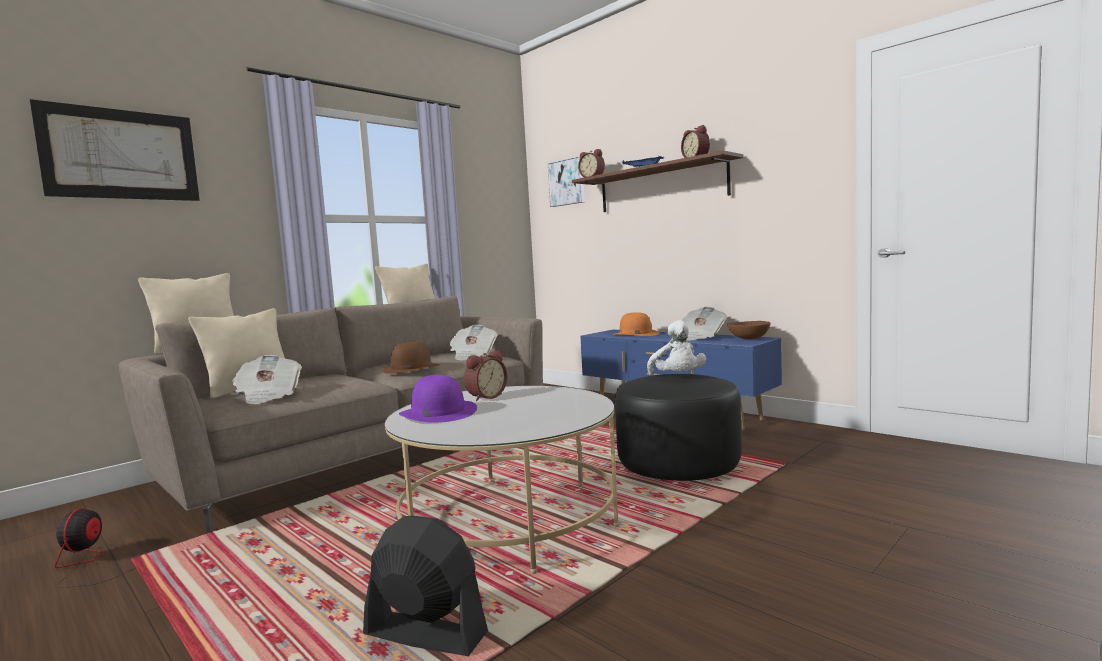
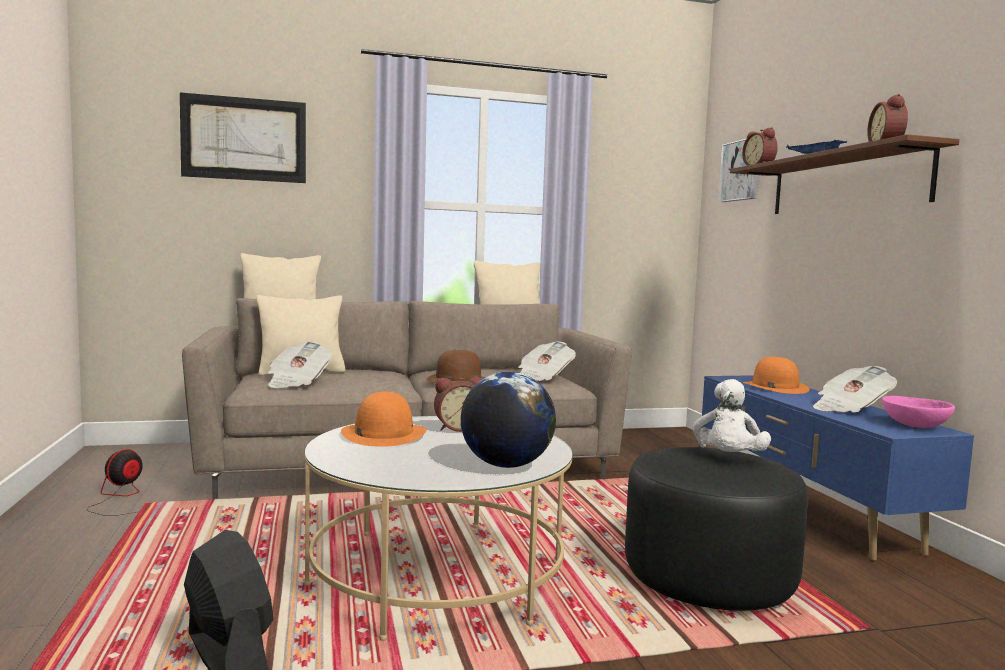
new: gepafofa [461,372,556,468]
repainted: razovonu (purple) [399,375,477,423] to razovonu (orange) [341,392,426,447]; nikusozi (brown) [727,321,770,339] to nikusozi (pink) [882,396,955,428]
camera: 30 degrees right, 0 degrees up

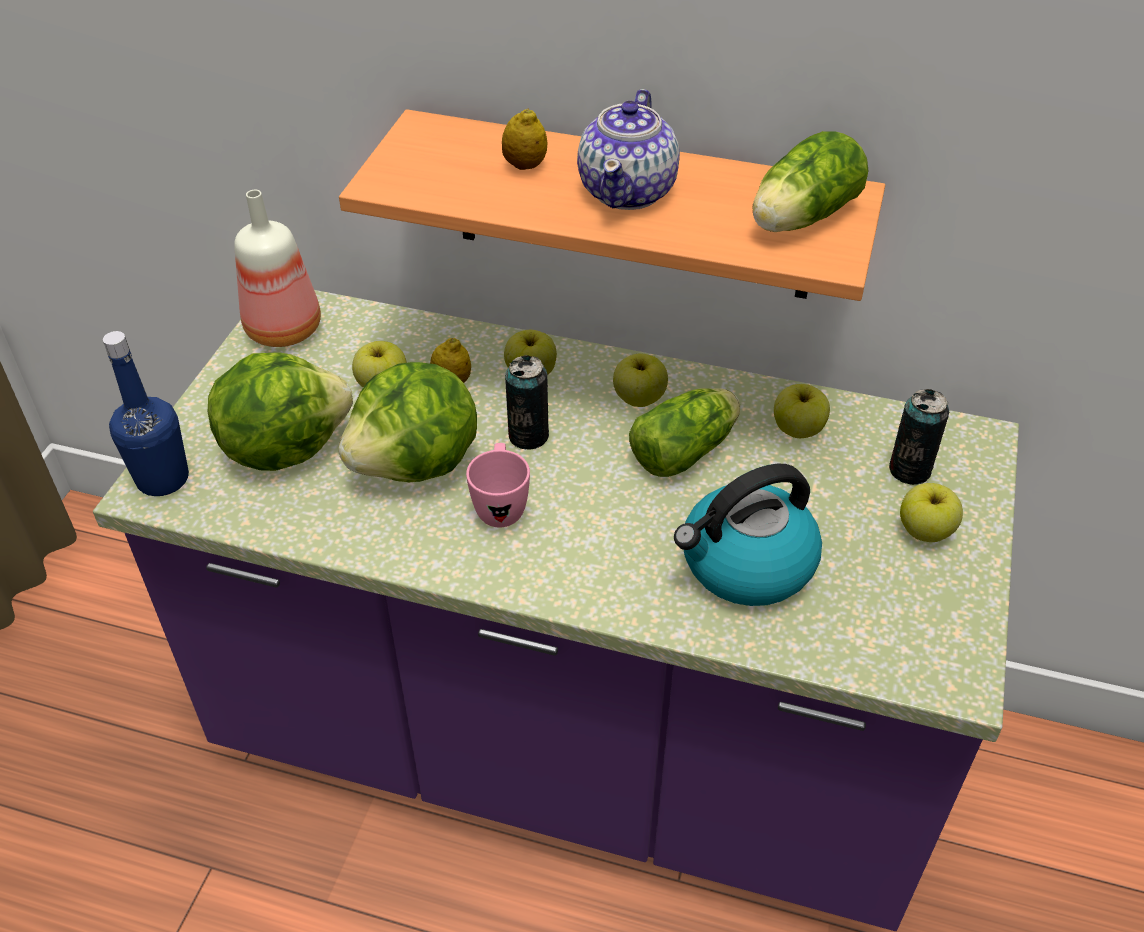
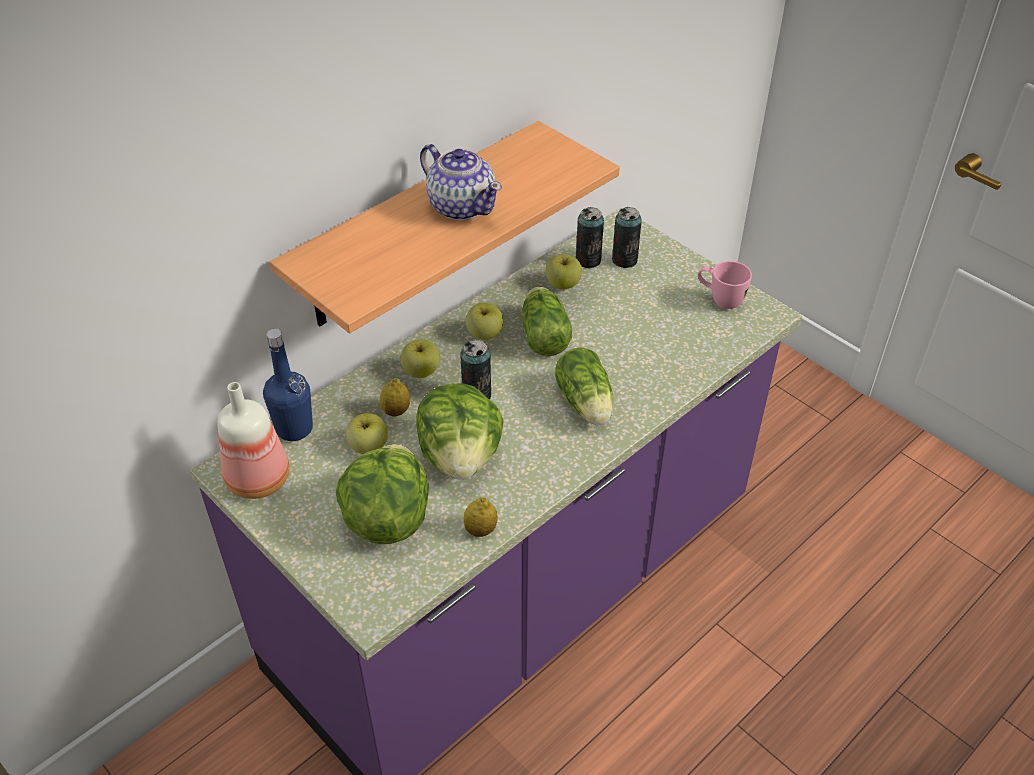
gone: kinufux [674,464,822,606]; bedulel [900,483,963,542]
new: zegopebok [576,207,604,268]
shifted: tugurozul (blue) [103,331,189,496] to [263,329,313,441]; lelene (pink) [466,443,530,527] to [698,261,752,309]; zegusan [502,108,547,170] to [463,497,498,537]; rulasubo [753,131,868,232] to [555,347,613,425]
camera: 60 degrees left, 0 degrees up

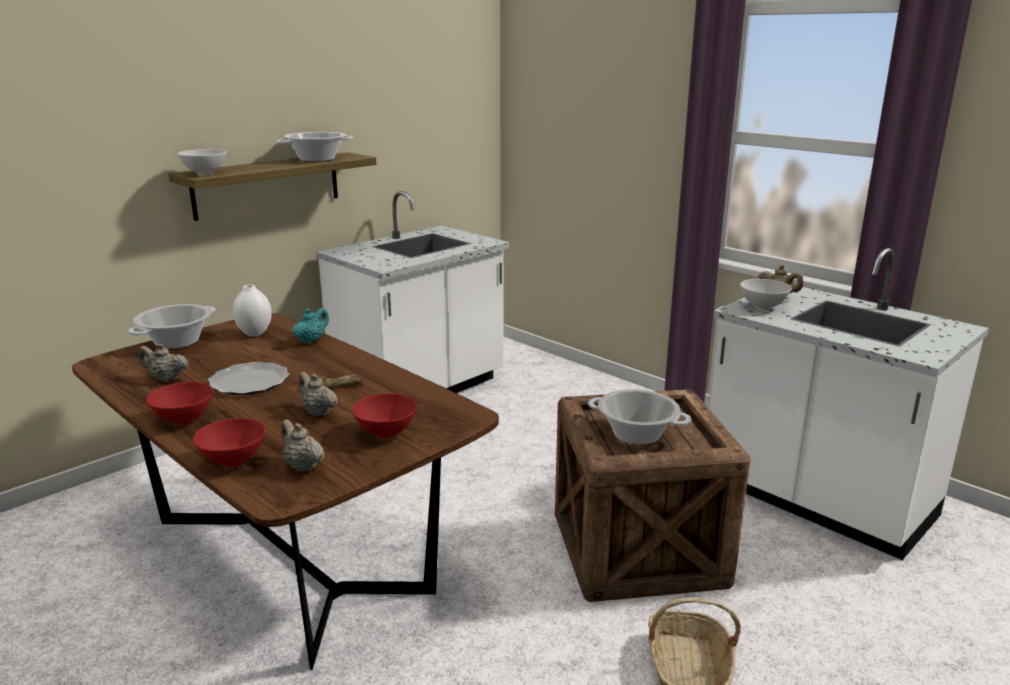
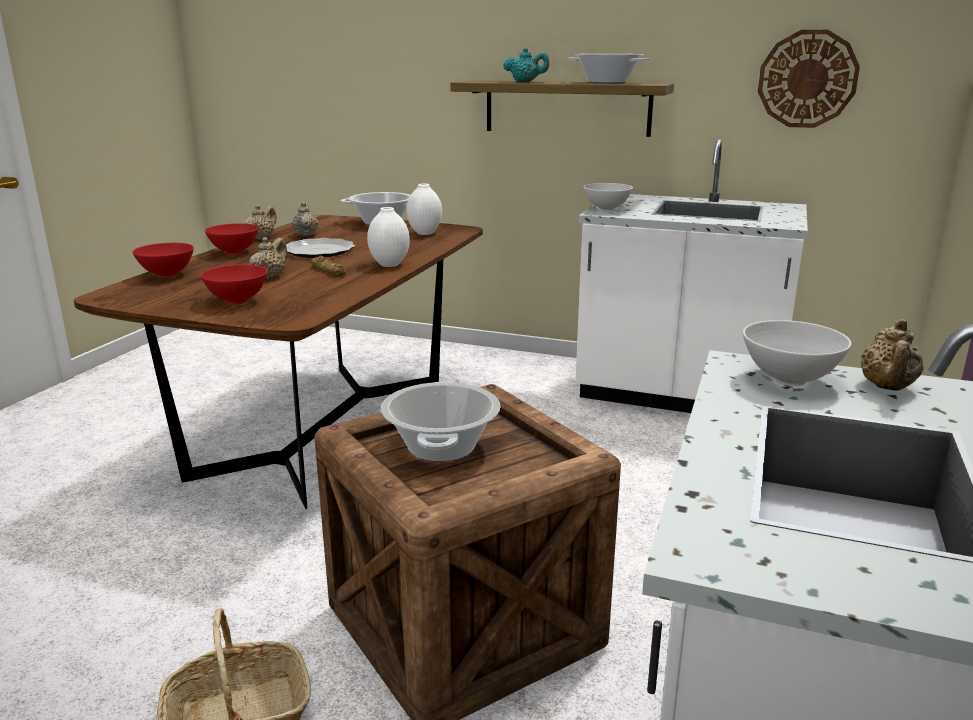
new: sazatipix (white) [367,207,410,267]; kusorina [758,30,860,128]
shifted: nikusozi (white) [177,149,226,175] to [583,183,633,211]; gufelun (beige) [281,420,324,472] to [244,204,277,240]; gufelun (turquoise) [292,308,329,344] to [503,48,549,82]
camera: 65 degrees right, 0 degrees up

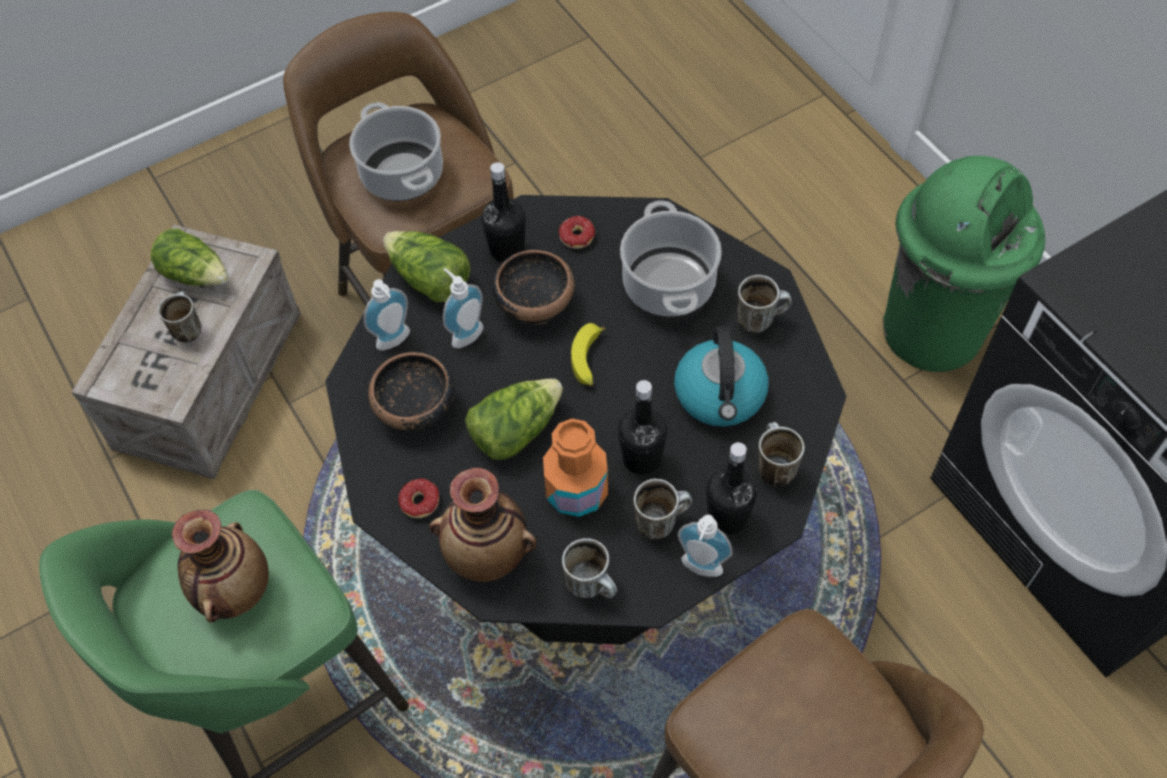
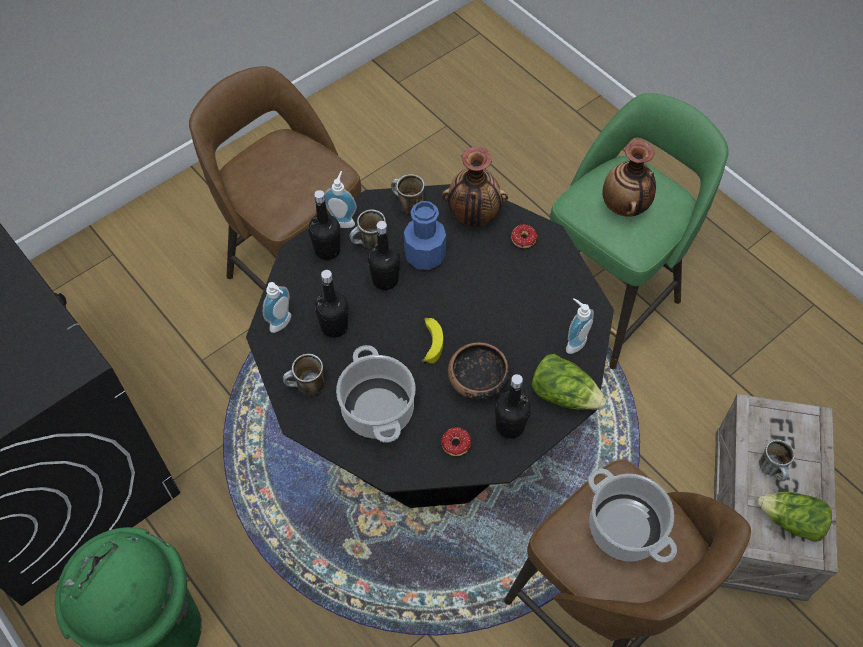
gone: nikusozi [368,352,455,430]; rulasubo [465,379,563,460]; lelene [758,422,805,486]
shifted: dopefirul [443,268,483,348] to [263,282,291,333]
swapped: kinufux [674,326,769,427] to tugurozul (black) [315,270,348,338]
repainted: tugurozul (orange) [543,419,608,517] to tugurozul (blue) [404,201,446,270]
camera: 170 degrees right, 0 degrees up

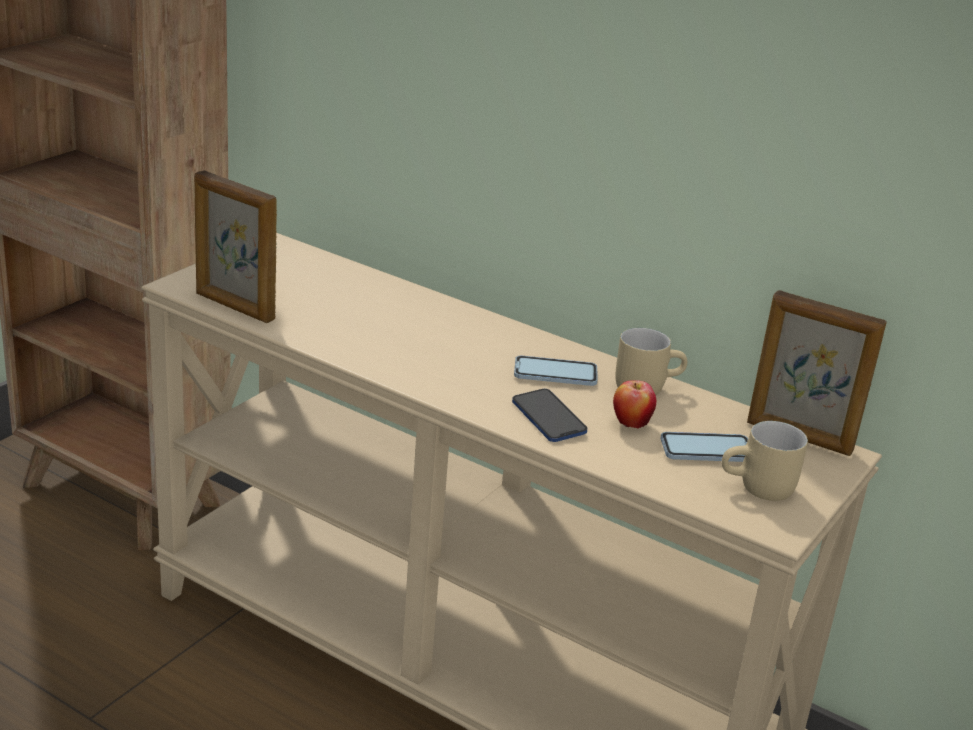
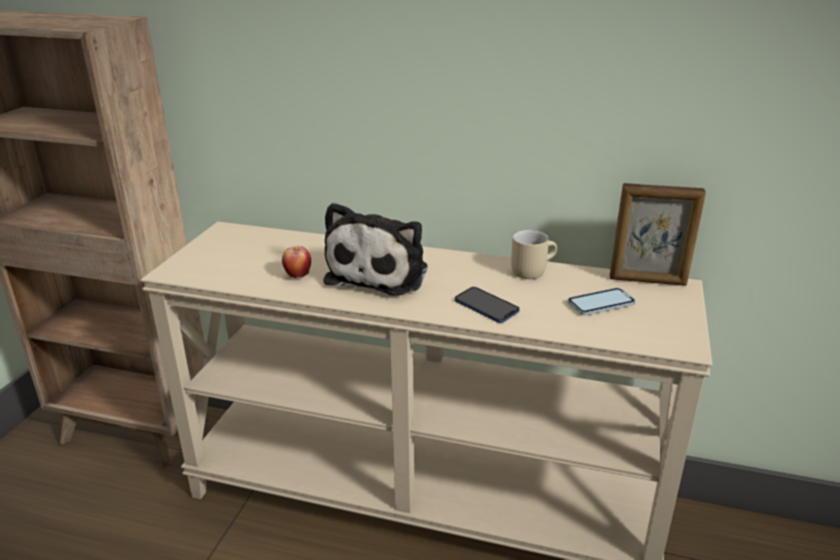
gone: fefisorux [194,170,277,323]; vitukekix [514,356,598,386]; lelene (beige) [722,421,808,501]
new: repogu [323,203,427,296]
shifted: bedulel [613,380,656,429] to [282,246,311,278]
camera: 15 degrees left, 0 degrees up

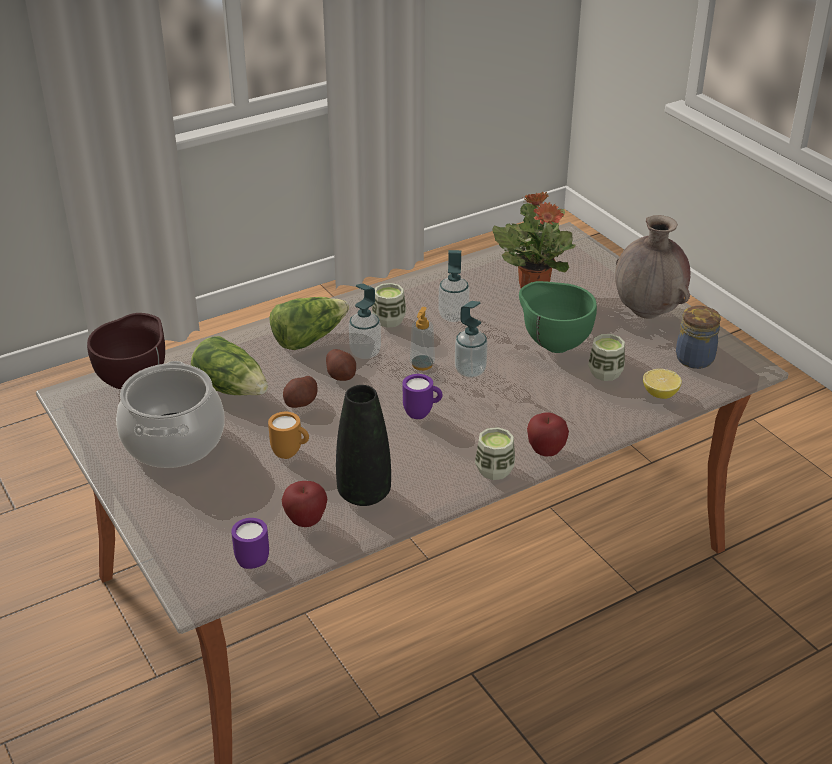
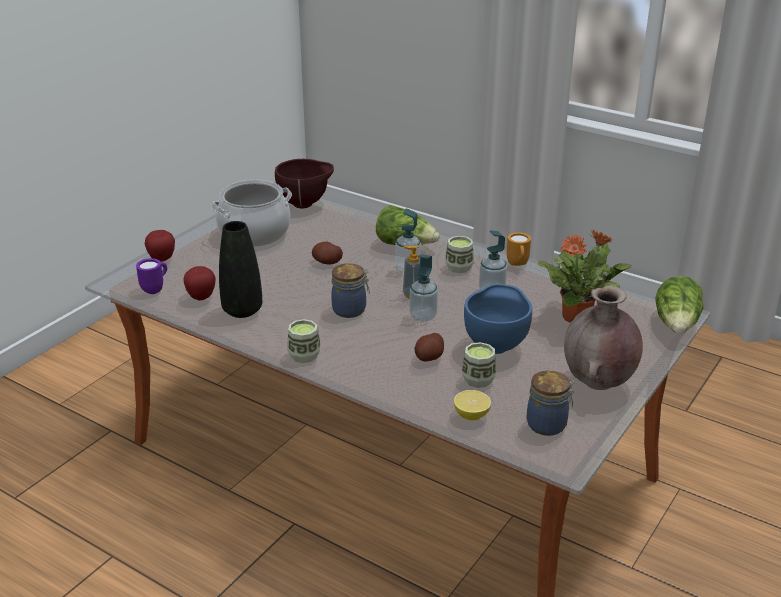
shifted: rulasubo [191,336,268,395] to [655,276,703,333]; lelene (orange) [268,412,309,459] to [507,232,531,266]; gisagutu [326,349,356,381] to [415,333,444,361]; bedulel [527,412,569,456] to [145,230,175,262]
swapped: lelene (purple) [403,374,443,419] to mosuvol [331,263,370,318]
repainted: nikusozi (green) [519,281,597,353] to nikusozi (blue) [464,284,532,354]
camera: 65 degrees right, 5 degrees down

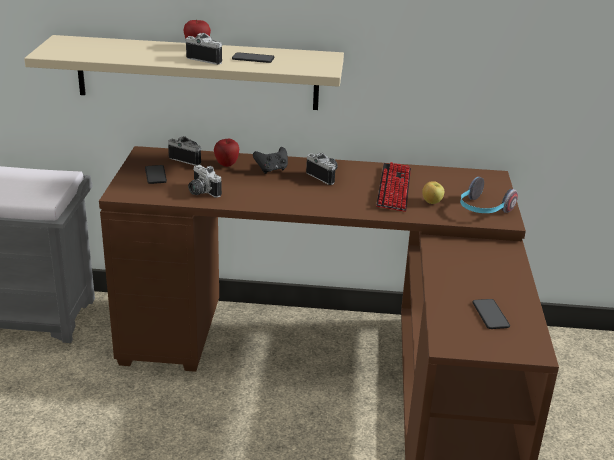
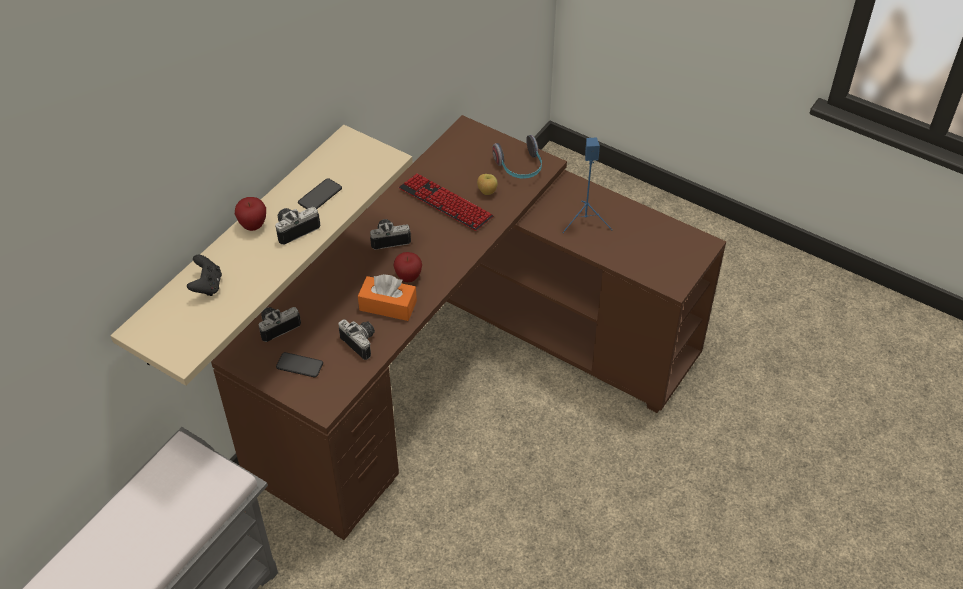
gone: vitukekix [472,299,510,329]
new: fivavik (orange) [358,274,417,321]; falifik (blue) [562,138,612,233]
shifted: bedulel [214,139,239,167] to [394,252,422,282]; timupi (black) [253,147,288,174] to [187,255,222,296]
rotated: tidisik [188,165,222,198] = [339,320,375,360] 120 degrees counterclockwise
camera: 60 degrees left, 20 degrees up

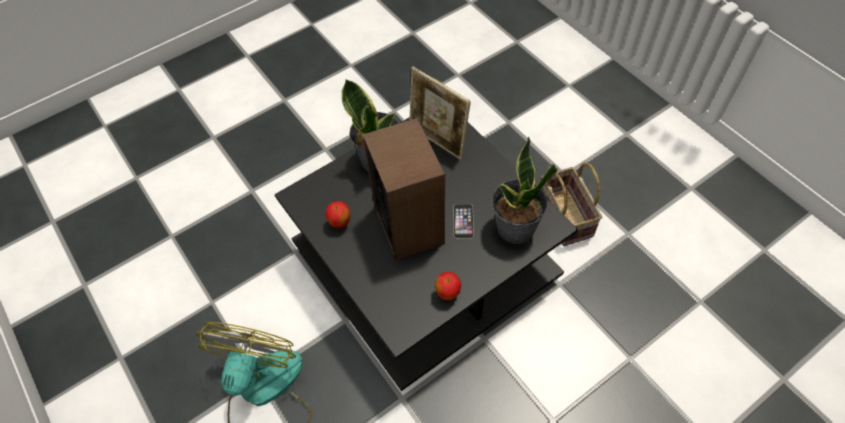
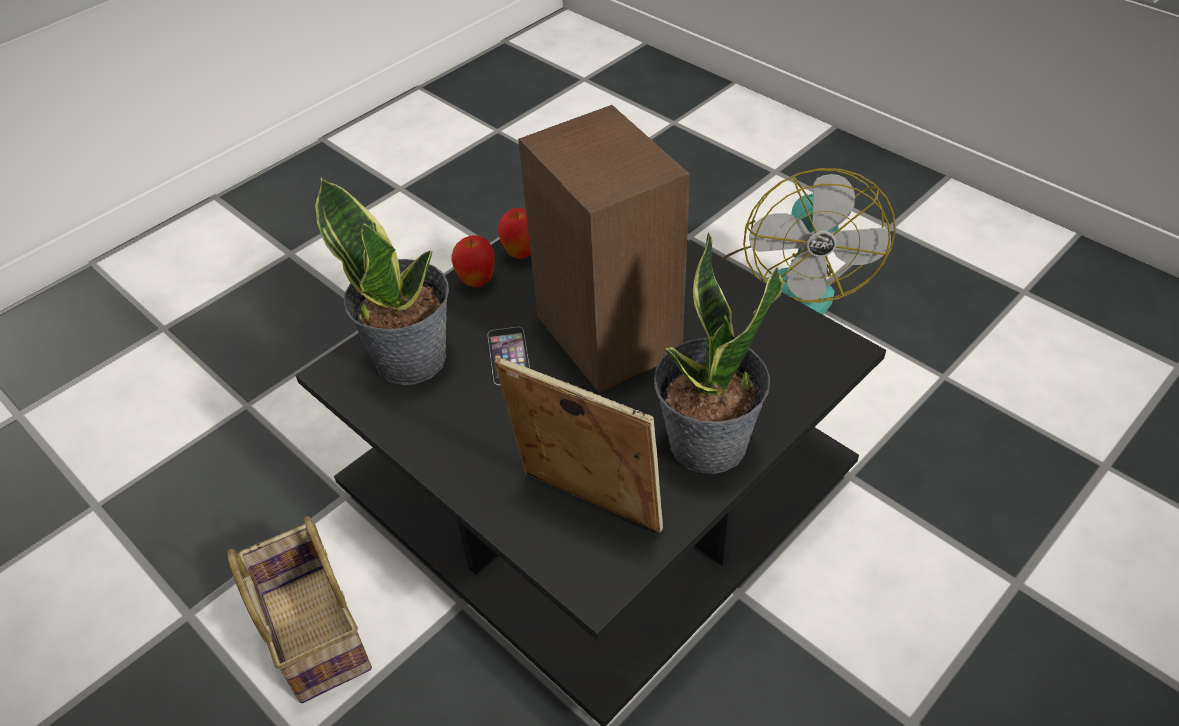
shifted: bedulel [325,201,350,228] to [451,235,495,287]
camera: 170 degrees right, 10 degrees down

